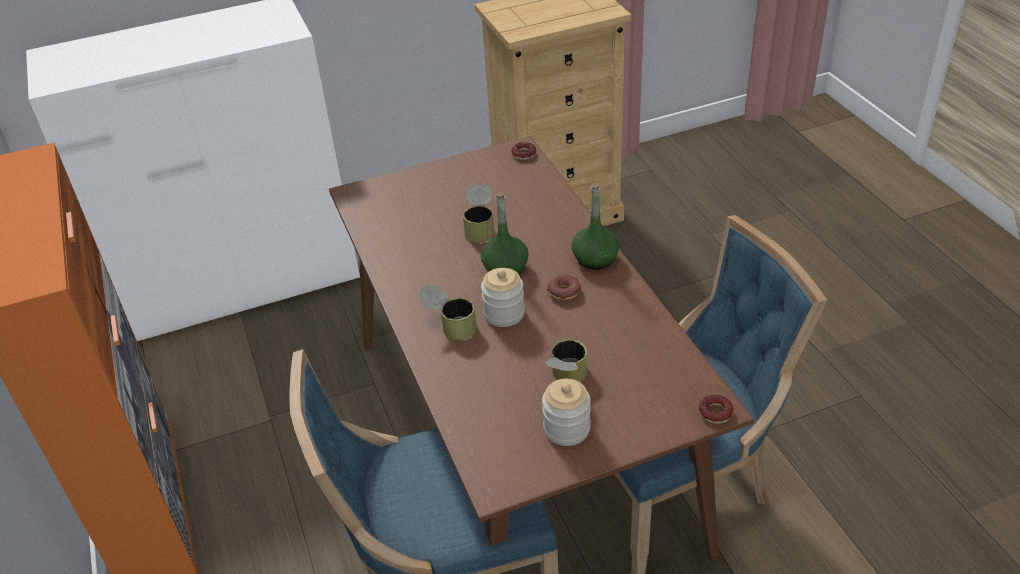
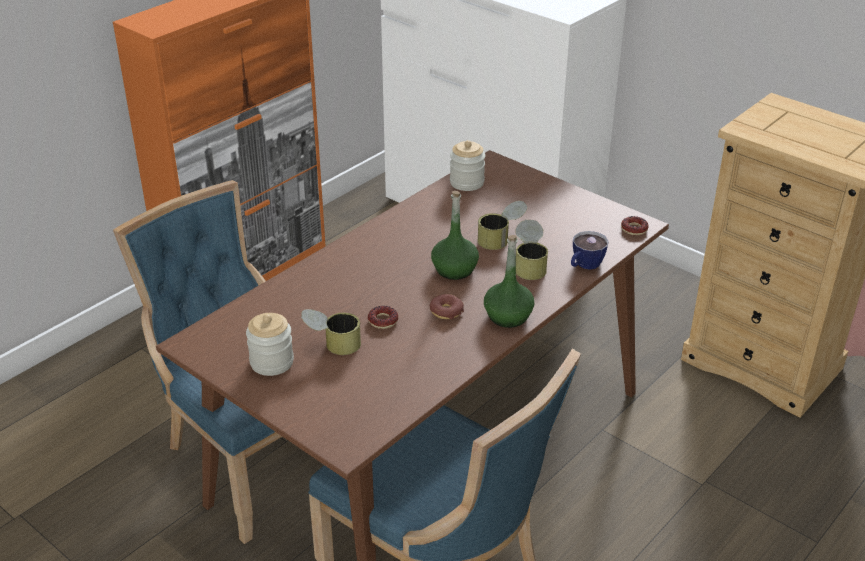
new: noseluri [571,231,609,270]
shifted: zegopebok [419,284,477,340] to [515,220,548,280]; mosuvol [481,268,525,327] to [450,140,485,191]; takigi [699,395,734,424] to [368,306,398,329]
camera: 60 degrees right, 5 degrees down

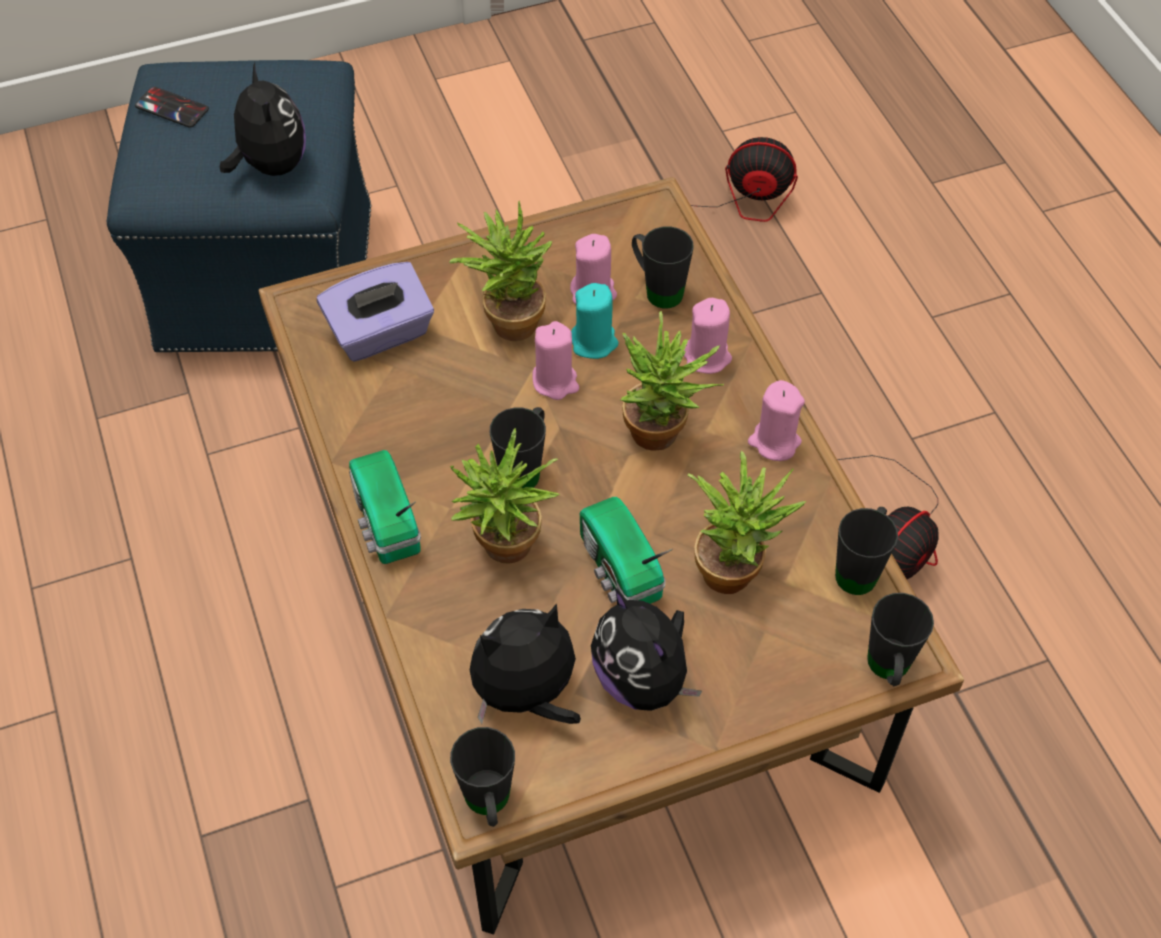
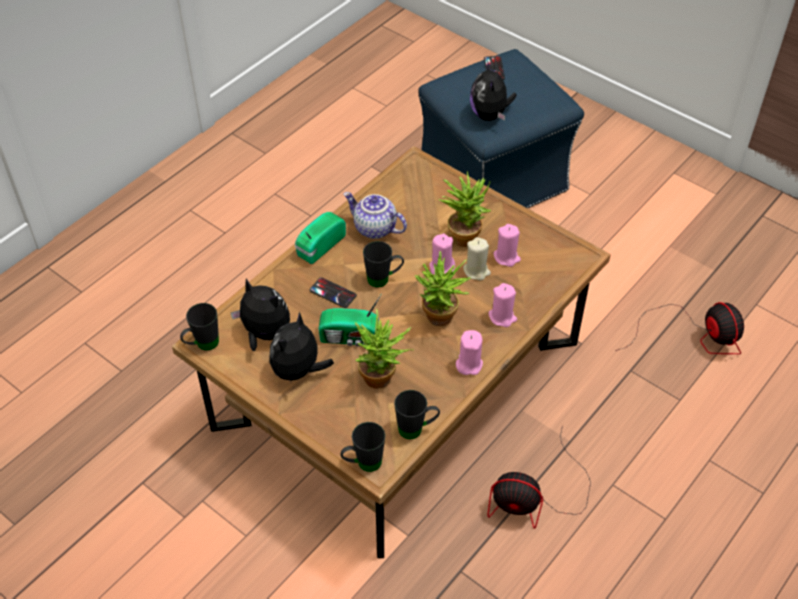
gone: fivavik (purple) [317,262,434,362]; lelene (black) [632,226,694,308]
new: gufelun [343,192,407,239]
swapped: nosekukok [450,428,560,564] to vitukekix [310,277,357,308]
repainted: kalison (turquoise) [571,283,618,359] to kalison (beige) [463,237,491,280]
rotated: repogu [220,62,306,176] = [470,60,517,121] 135 degrees clockwise; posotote [580,497,673,604] = [318,293,382,347] 120 degrees counterclockwise
camera: 60 degrees right, 5 degrees down

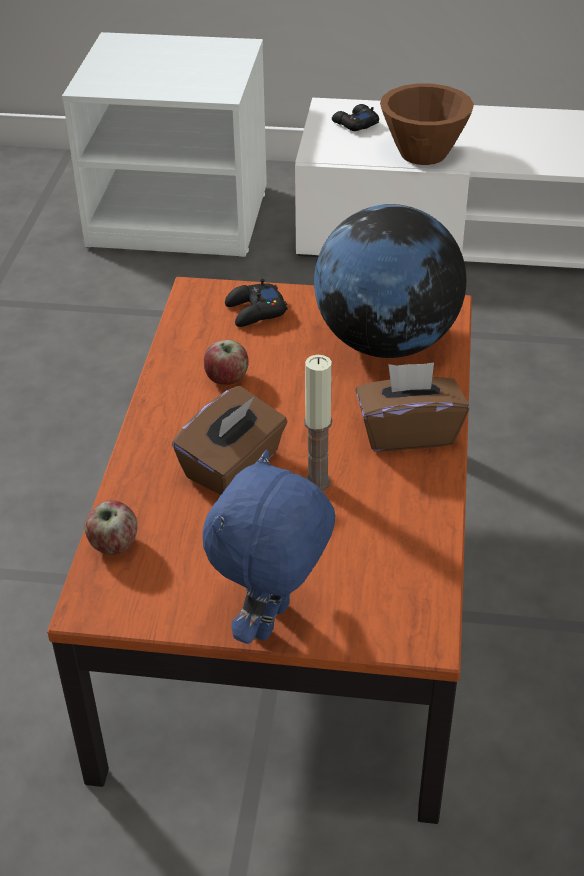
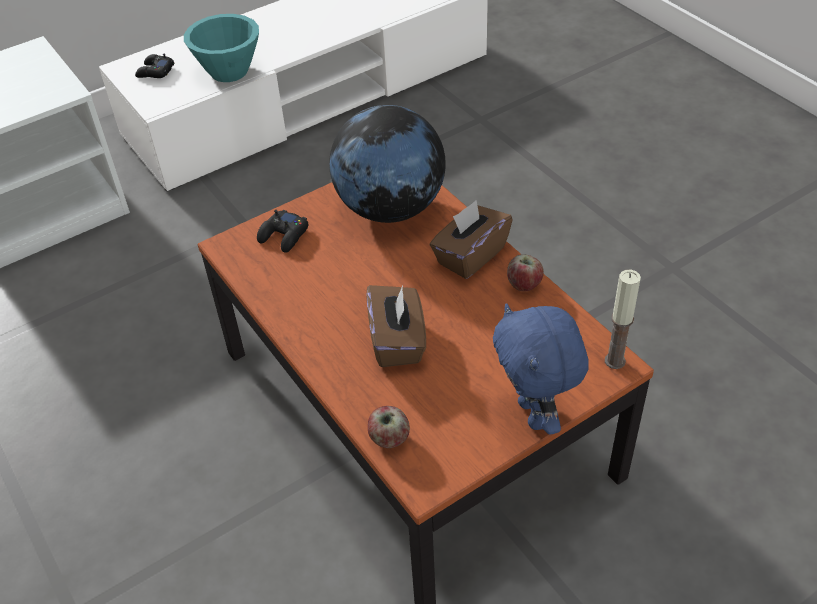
shifted: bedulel [204,340,249,385] to [507,254,544,291]; kalison [304,355,332,491] to [605,270,641,369]
repainted: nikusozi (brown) [380,83,474,165] to nikusozi (turquoise) [184,14,259,82]
camera: 40 degrees left, 5 degrees up

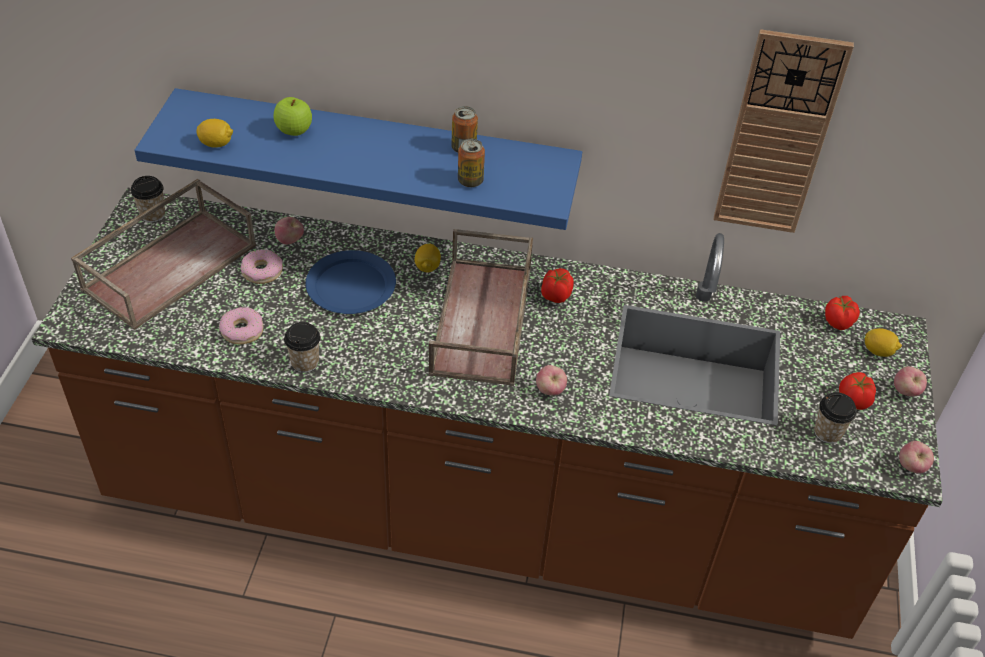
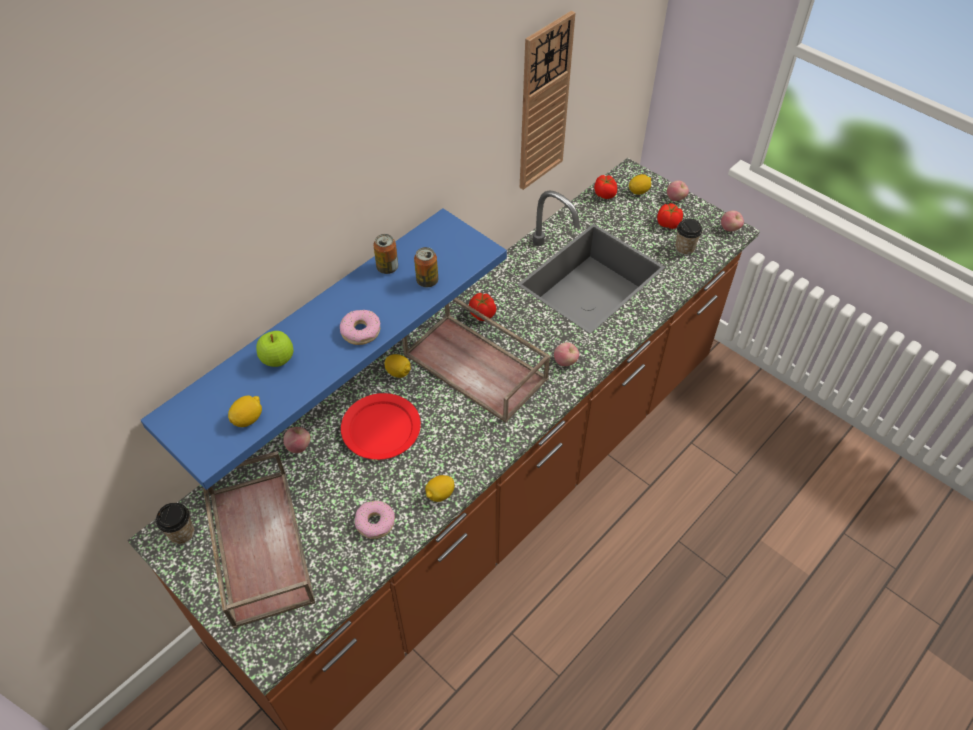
shifted: takigi [241,249,283,284] to [340,310,380,345]
swapped: noseluri [284,322,320,373] to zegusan [425,475,455,502]
repainted: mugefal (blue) [305,250,396,314] to mugefal (red) [341,393,421,460]
camera: 55 degrees left, 5 degrees up

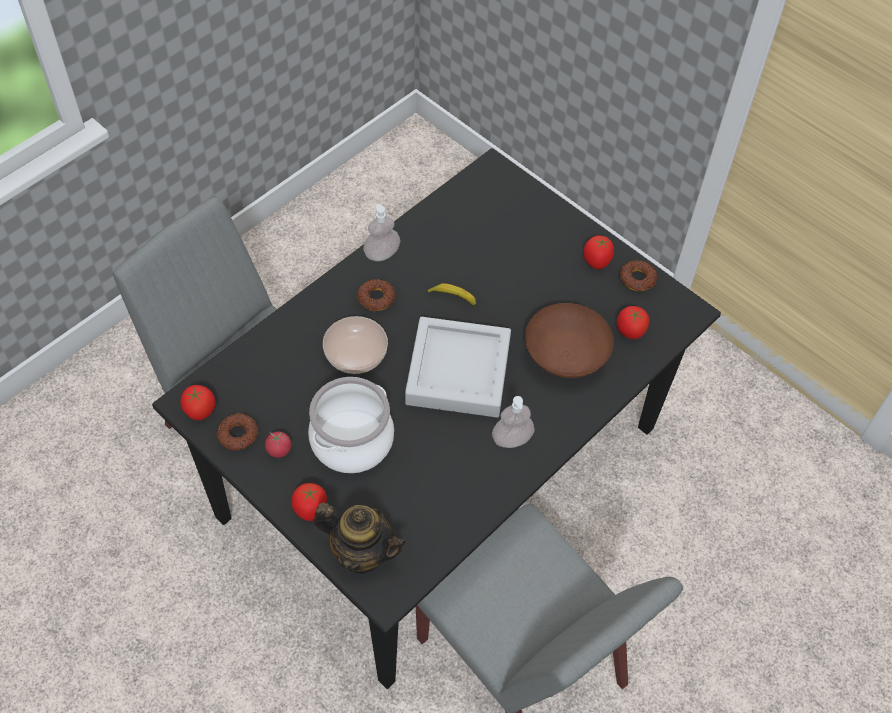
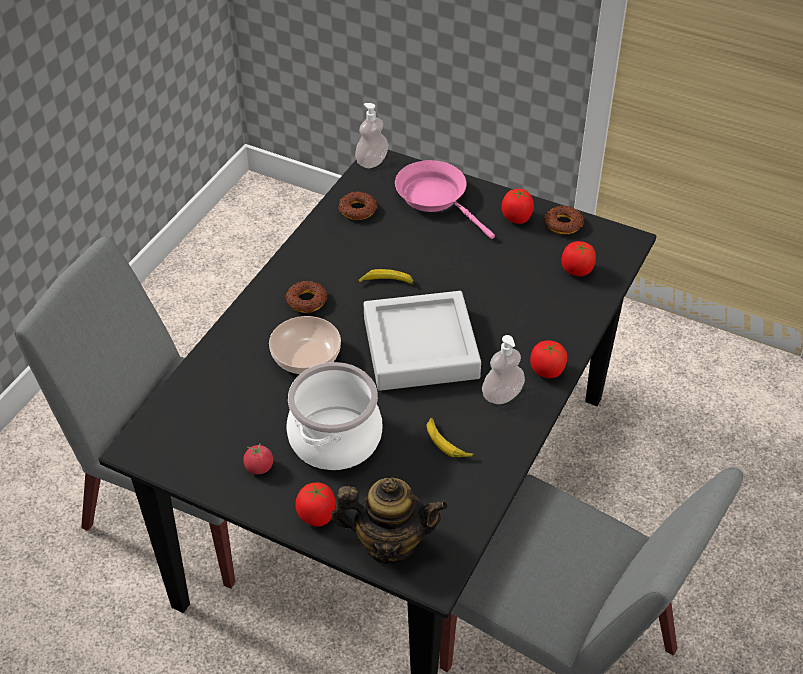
gone: nikusozi (brown) [525,303,614,378]
new: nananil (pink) [395,160,495,239]; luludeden [427,418,474,457]
shifted: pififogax [181,385,215,420] to [530,340,567,378]; takigi [217,413,258,451] to [338,191,377,220]; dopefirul [363,204,400,261] to [355,103,388,168]
camera: 15 degrees left, 10 degrees down

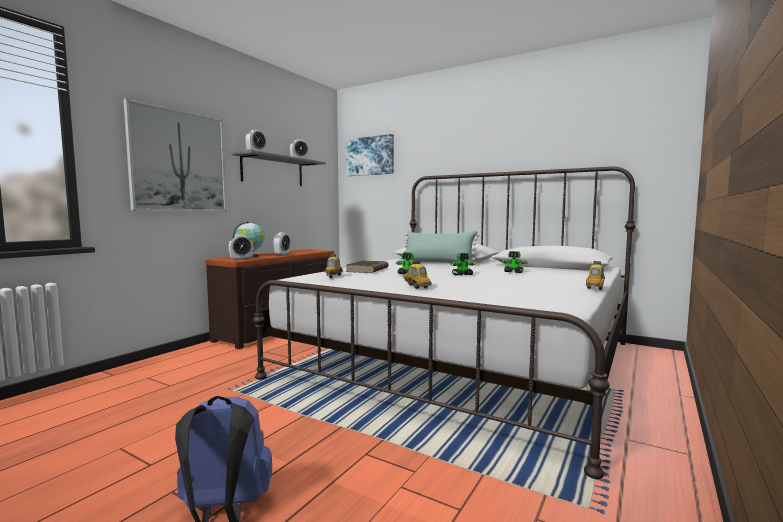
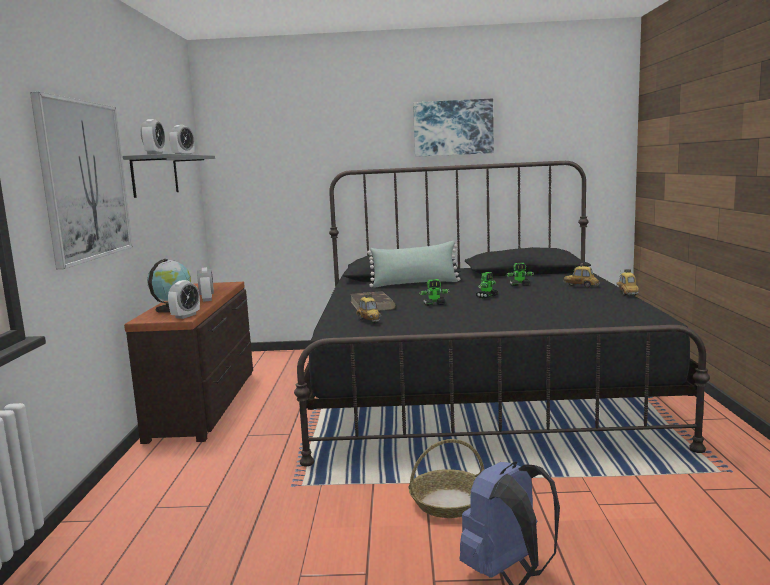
new: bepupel [408,439,484,518]
shifted: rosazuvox [346,134,394,176] to [413,99,494,157]; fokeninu [403,260,432,289] to [563,263,600,288]
repainted: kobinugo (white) [253,166,636,479] to kobinugo (black) [294,161,710,466]
camera: 30 degrees left, 5 degrees up

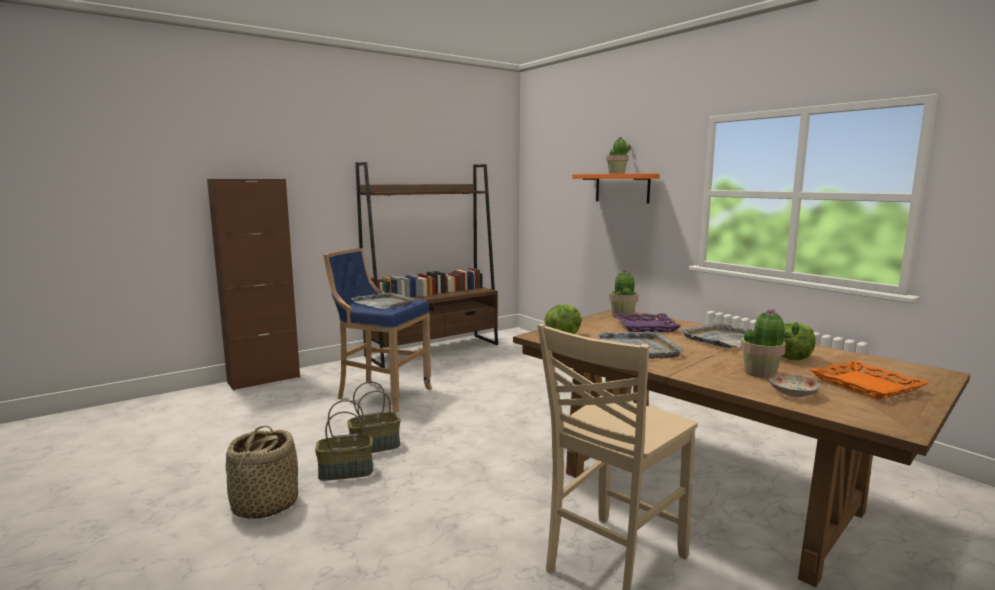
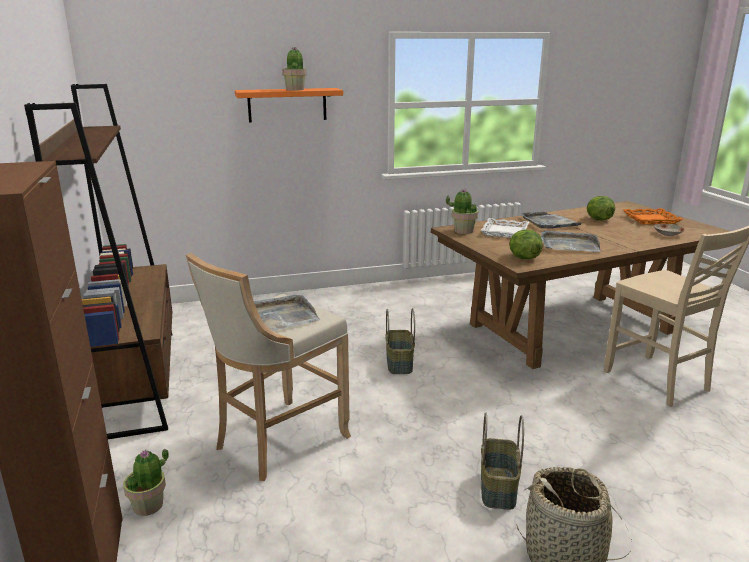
shifted: bepupel [347,381,400,453] to [385,308,415,374]; nosekukok [741,309,800,378] to [123,449,169,516]
repainted: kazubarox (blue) [323,248,432,413] to kazubarox (beige) [186,253,351,481]; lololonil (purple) [614,313,681,332] to lololonil (white) [480,218,529,238]
camera: 70 degrees left, 10 degrees up

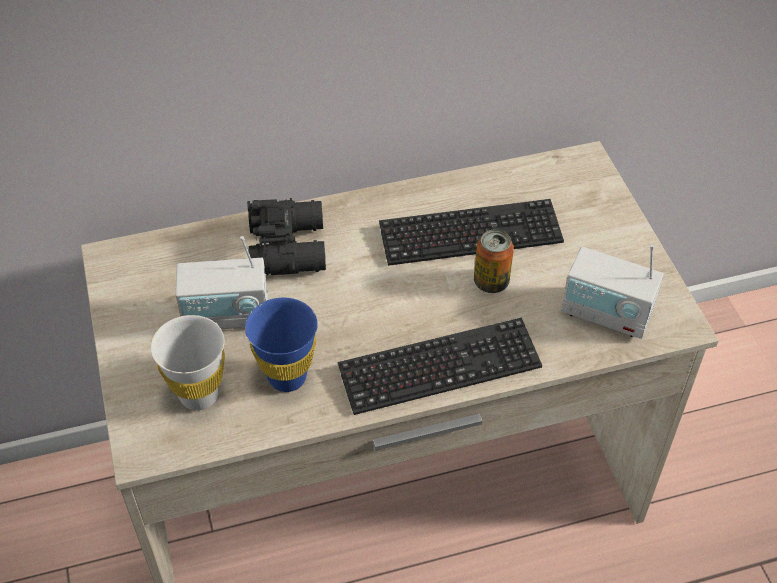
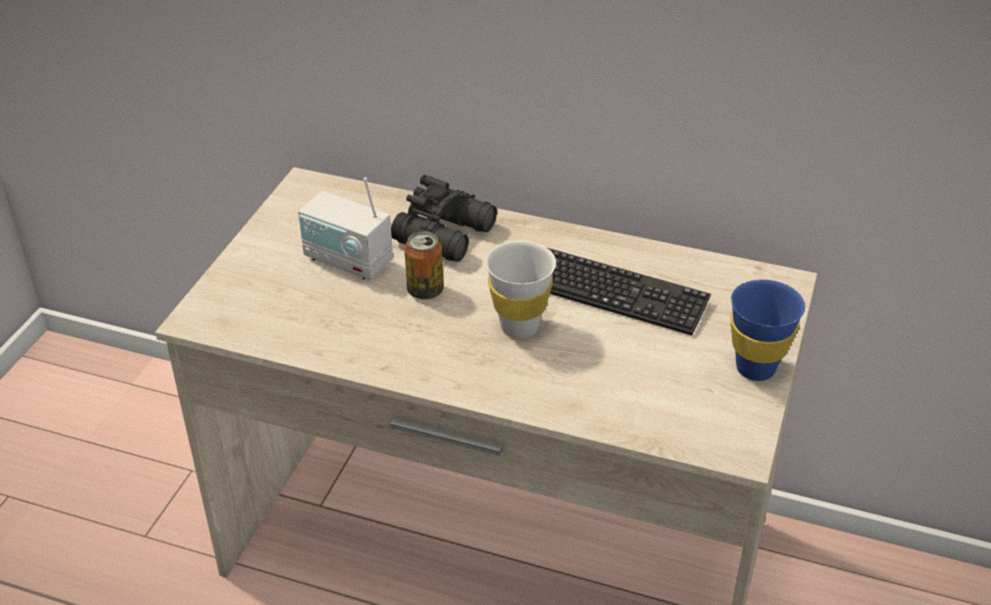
gone: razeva [337,318,542,415]; posotote [561,244,664,339]
shifted: noseluri (white) [151,315,225,410] to [486,241,556,339]; noseluri (blue) [245,298,318,392] to [730,279,805,381]; zegopebok [474,229,514,293] to [404,231,444,299]
camera: 35 degrees right, 10 degrees down

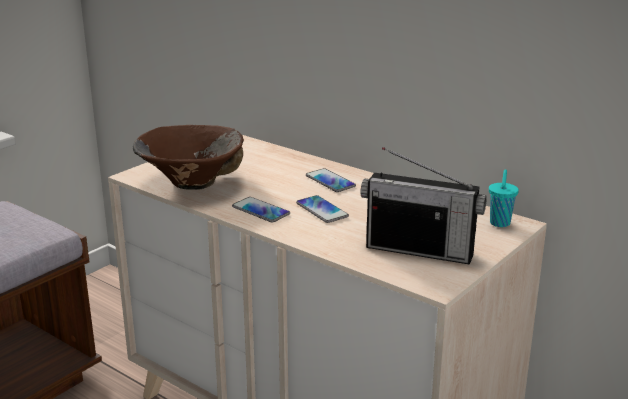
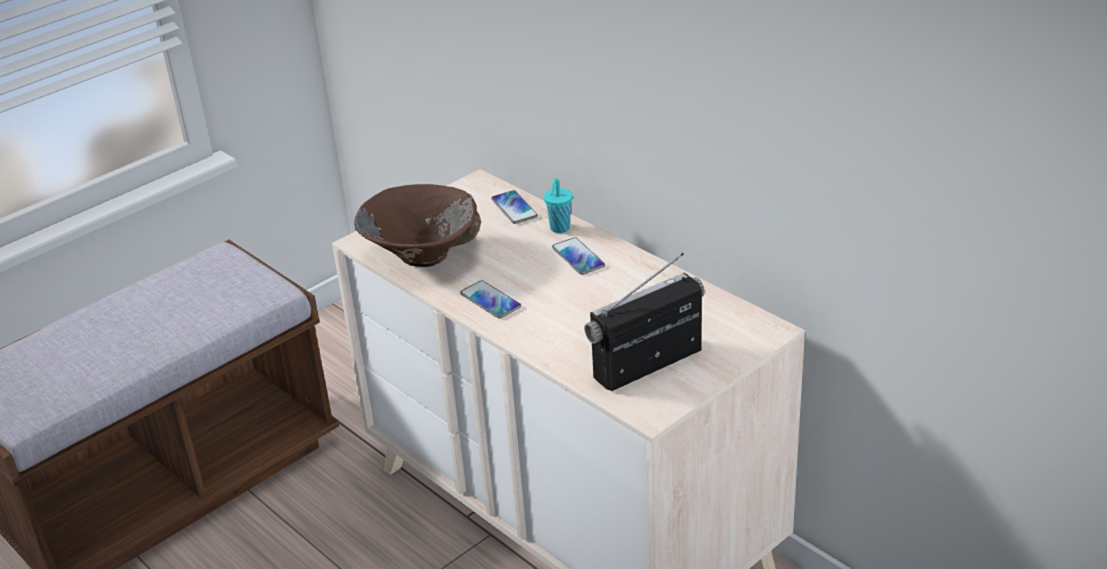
shifted: vitukekix [296,195,349,223] to [491,190,538,224]; noseluri (turquoise) [489,169,519,227] to [544,178,573,233]
rotated: posotote [361,147,487,264] = [584,253,705,391] 120 degrees clockwise
camera: 10 degrees right, 10 degrees up

